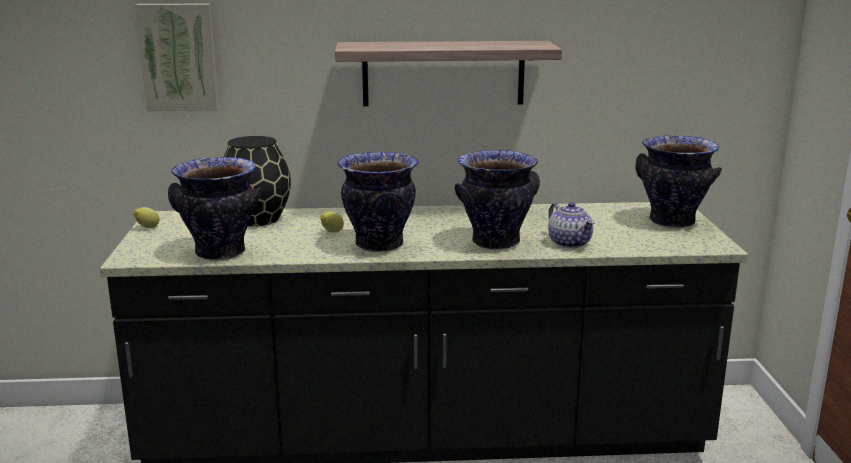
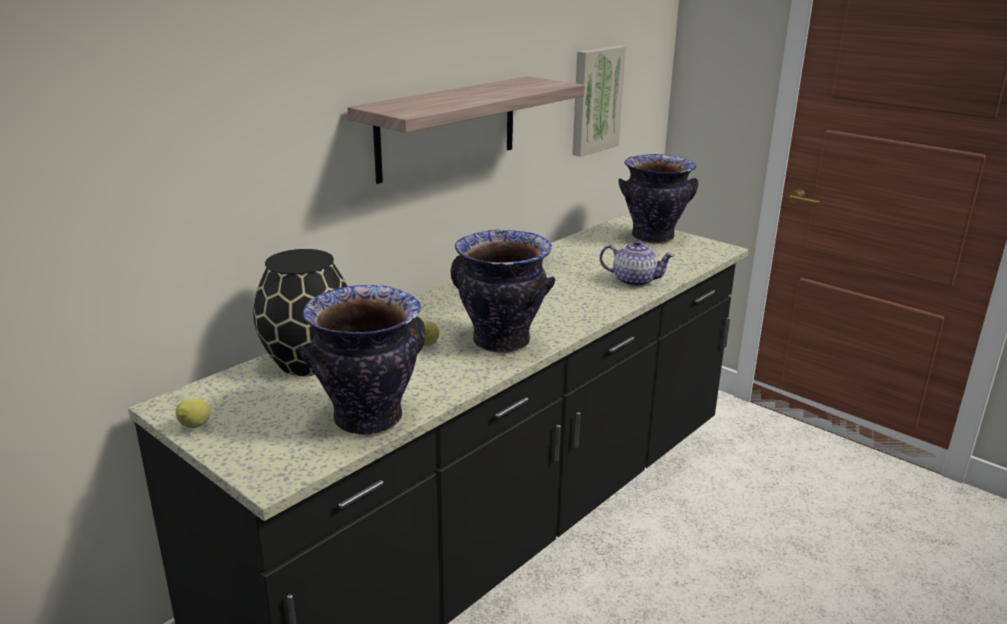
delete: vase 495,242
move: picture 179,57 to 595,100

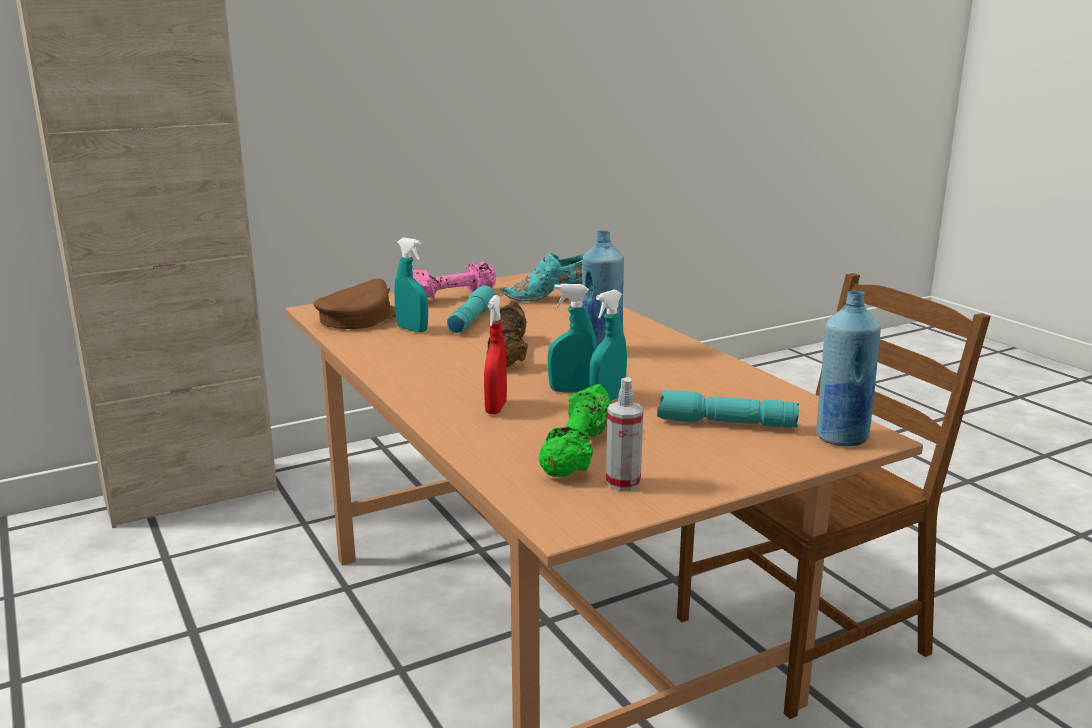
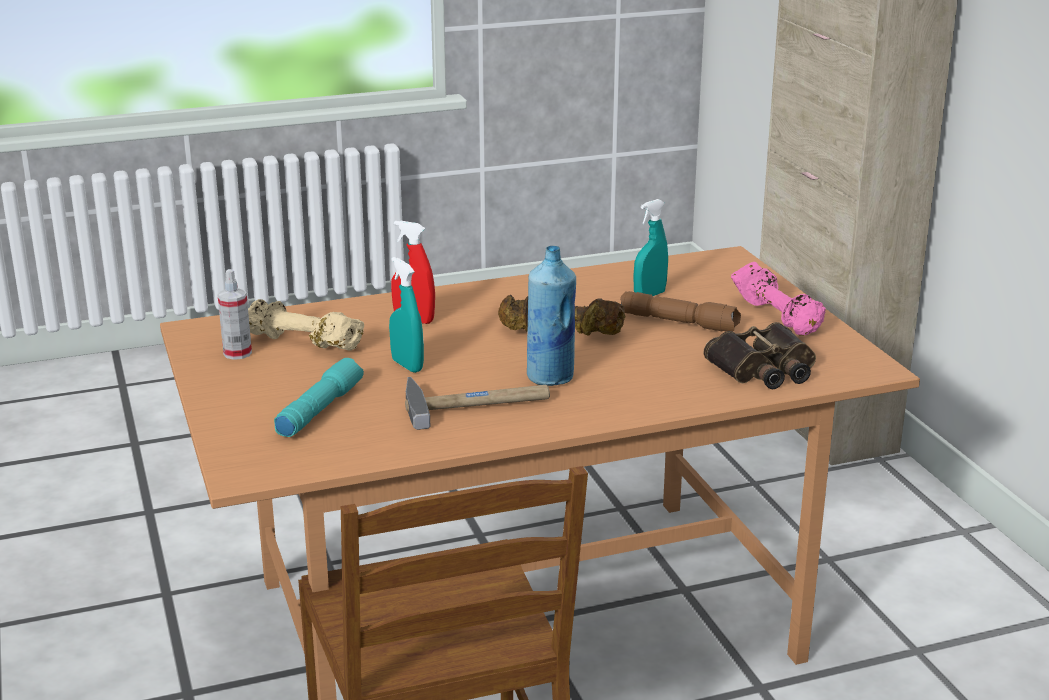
delete: brown cap 361,318; turquoise spray bottle 572,391; blue bottle 840,438
insert: hammer 477,404
replace: turquoise shoe 551,298 to binoculars 764,369
recolor: green dumbbell 579,452 to beige dumbbell 302,343; turquoise flashlight 471,319 to brown flashlight 680,322

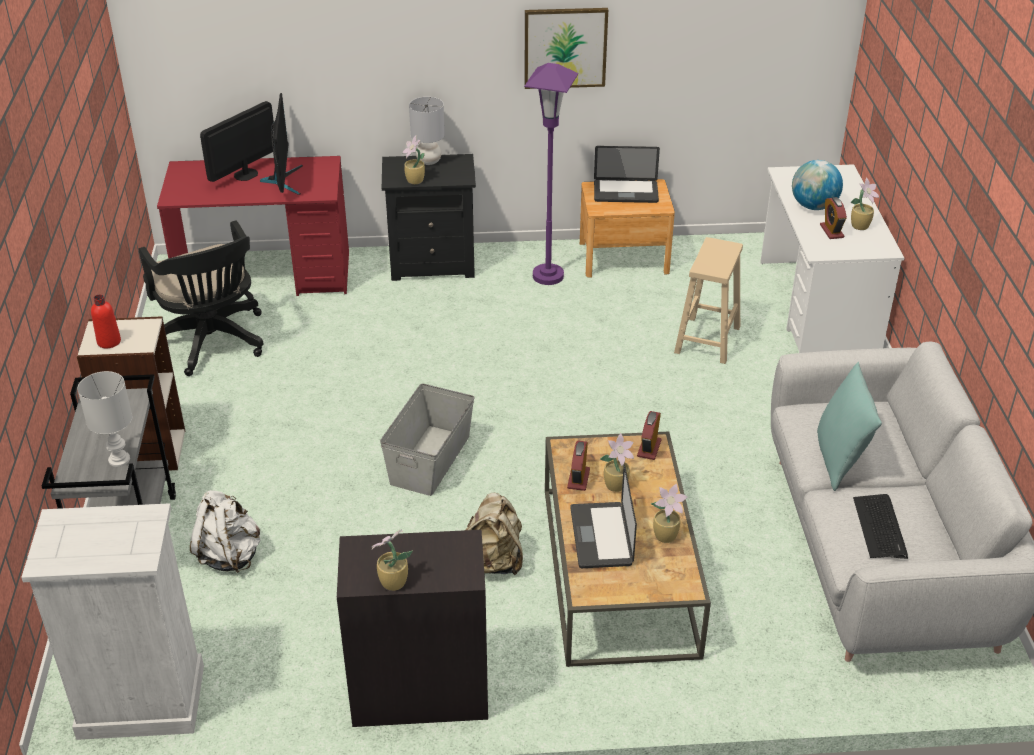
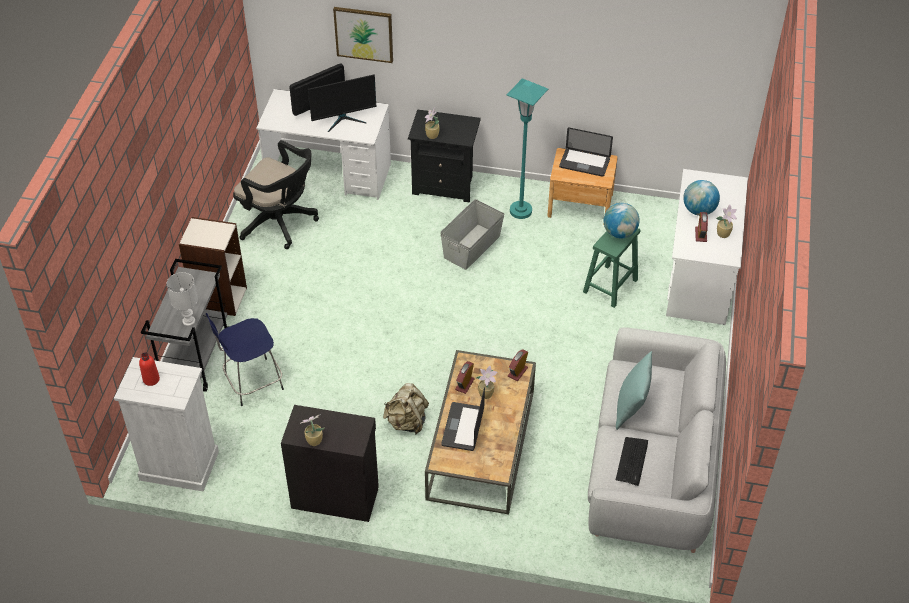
delete: grey table lamp 428,161; potted plant 666,536
insert: globe 619,233
move: red bottle 109,342 to 151,379; picture 565,47 to 364,34; grey storage box 431,459 to 472,246
replace: white backpack 230,555 to blue stool 251,382
recolor: red desk 265,276 to white desk 328,174; purple floor lamp 548,276 to turquoise floor lamp 520,211; beige stool 707,339 to green stool 610,285
rotate: black office chair 212,343 = 280,223 45 degrees counterclockwise; monitor 283,180 = 344,120 60 degrees clockwise

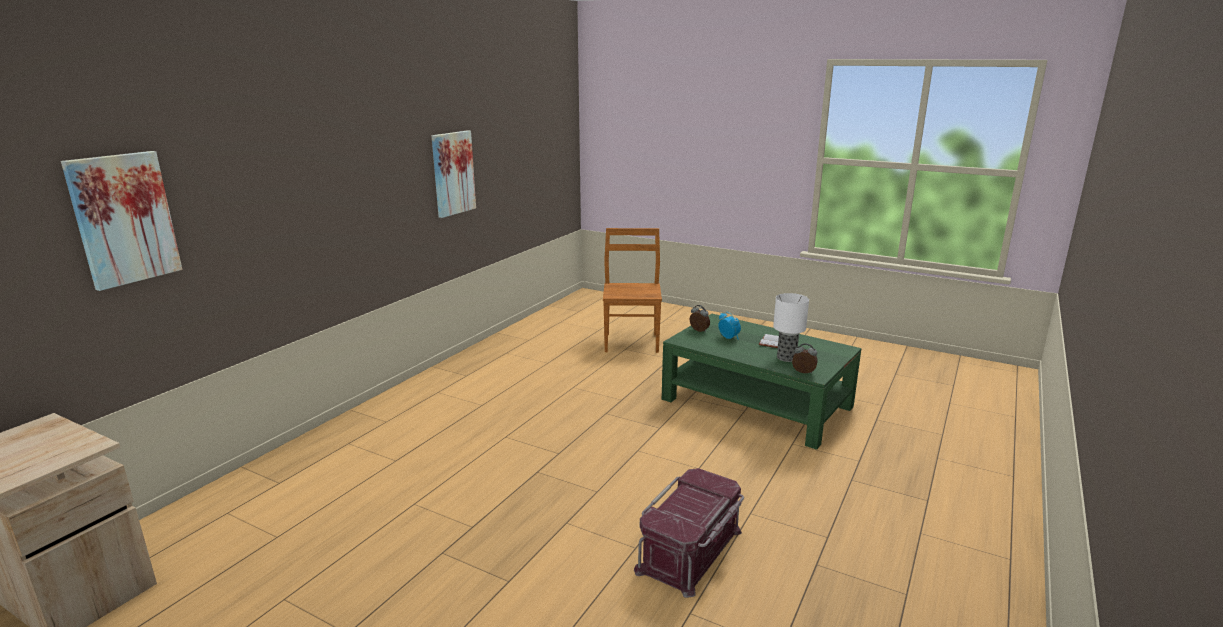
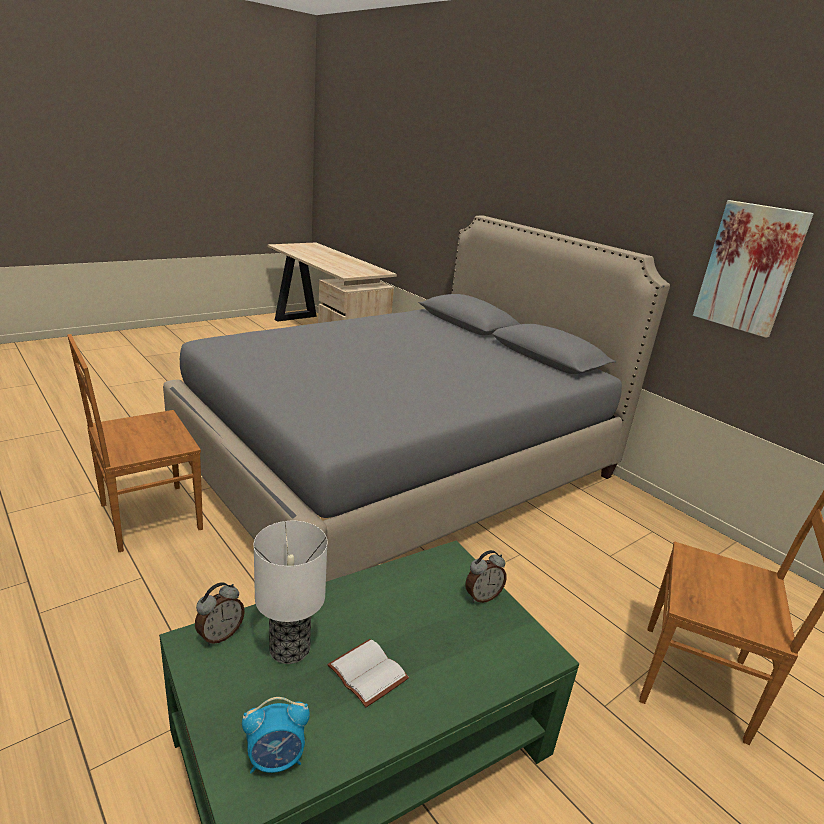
delete: picture 124,219
insert: grey bed 399,465
move: alarm clock 729,337 to 276,759
replace: red storage box 691,551 to brown chair 147,517

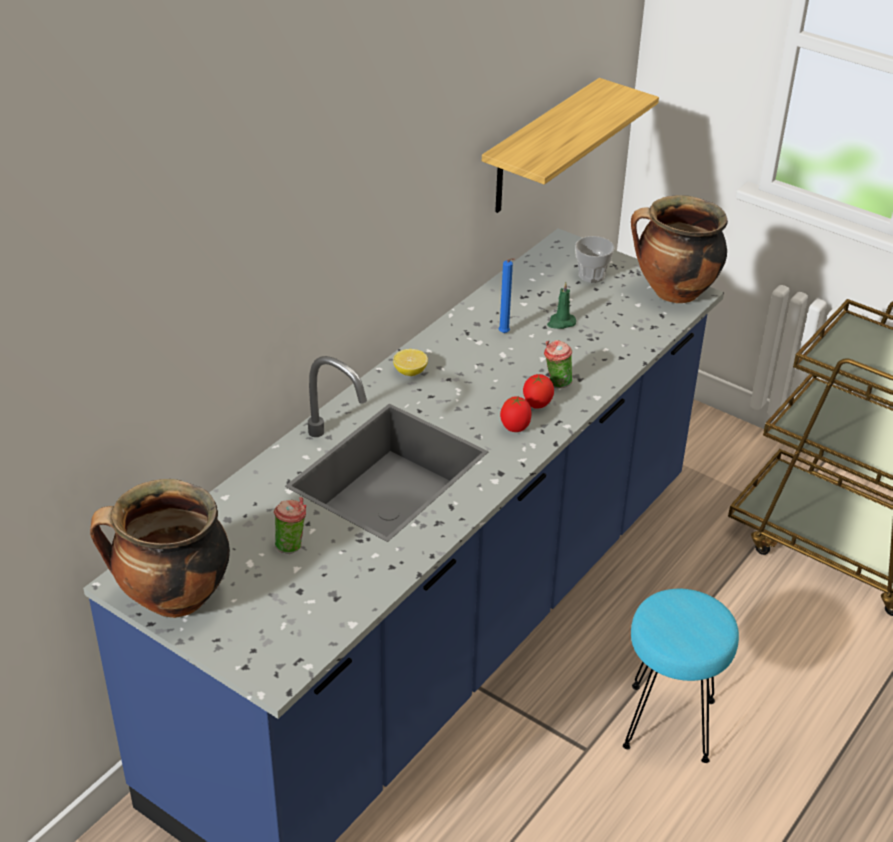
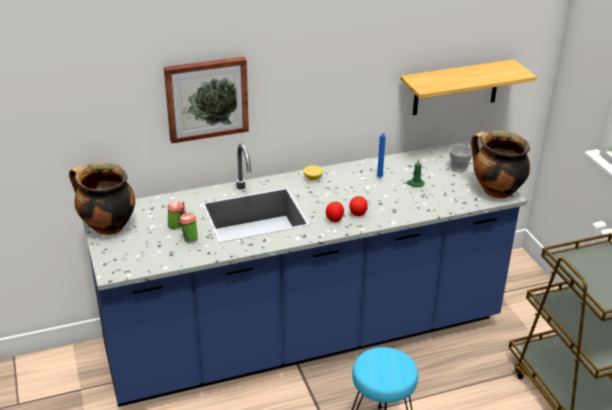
insert: picture 206,98
move: cup 556,383 to 189,239

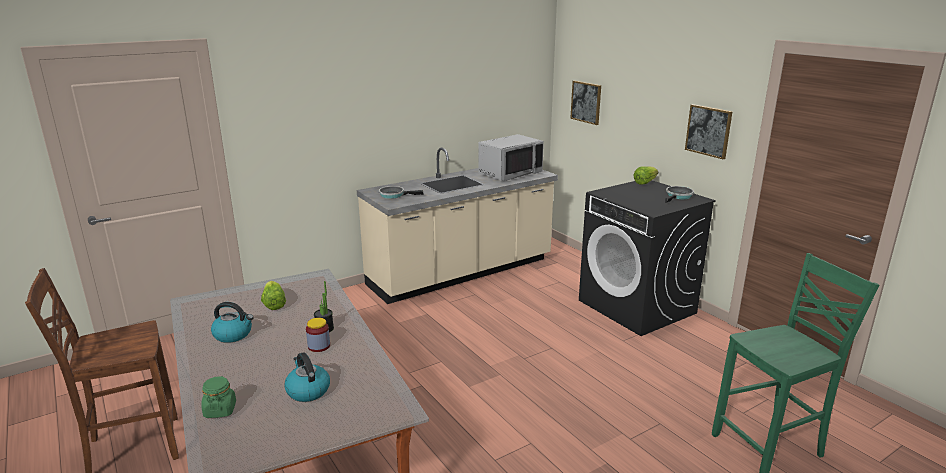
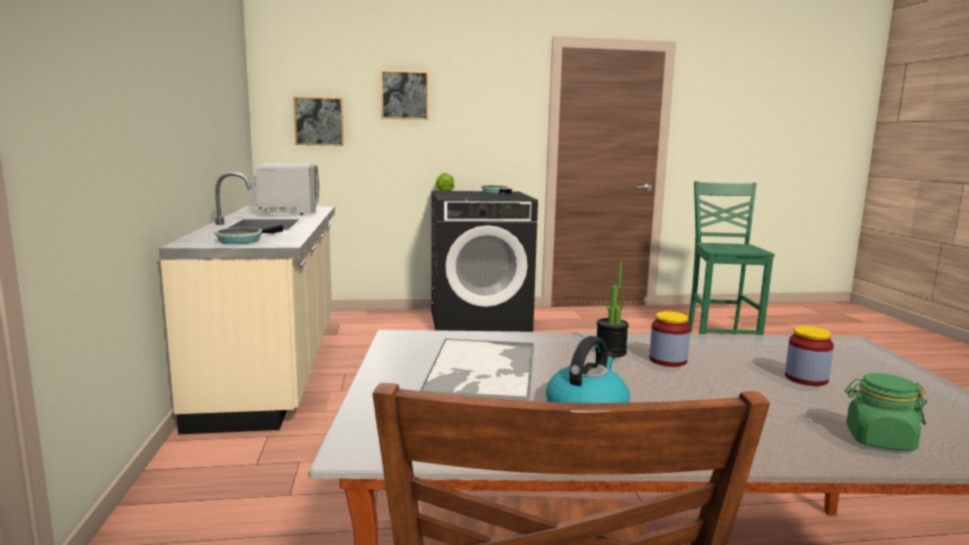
move: picture 708,131 to 404,95
replace: lettuce 274,304 to tray 481,373; kettle 307,390 to jar 806,378

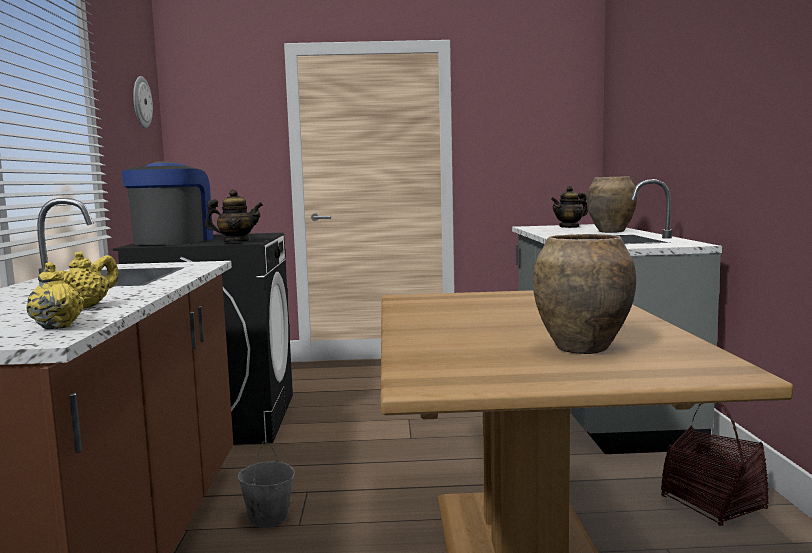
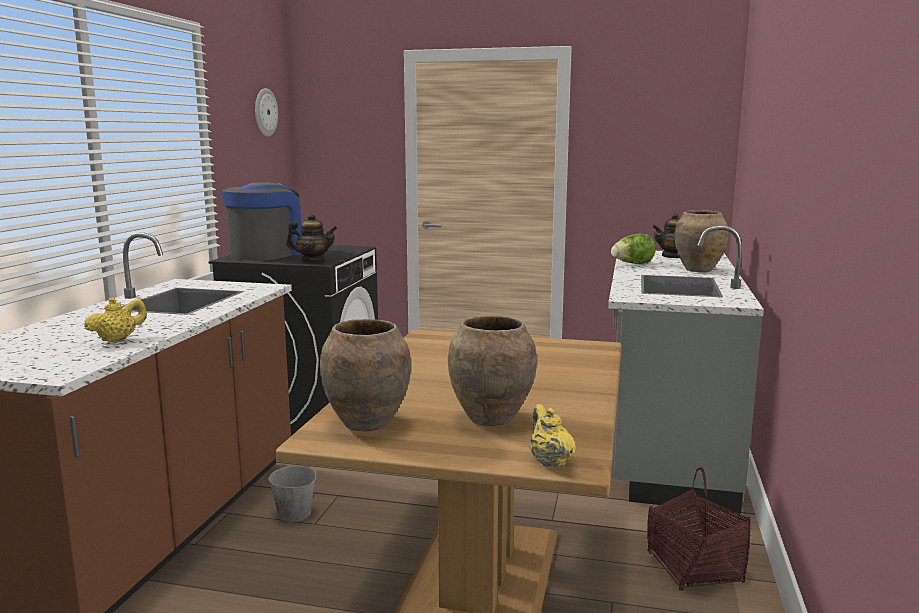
insert: brown vase 367,423; lettuce 632,264
move: yellow teapot 57,326 to 549,461

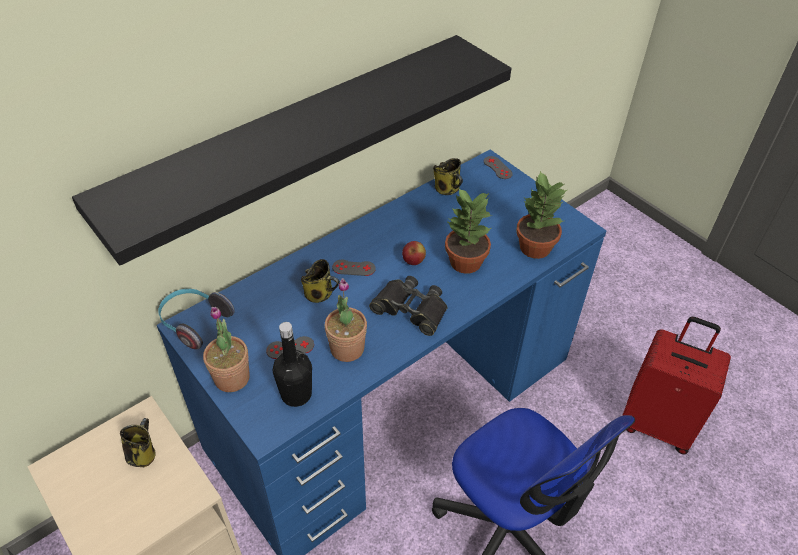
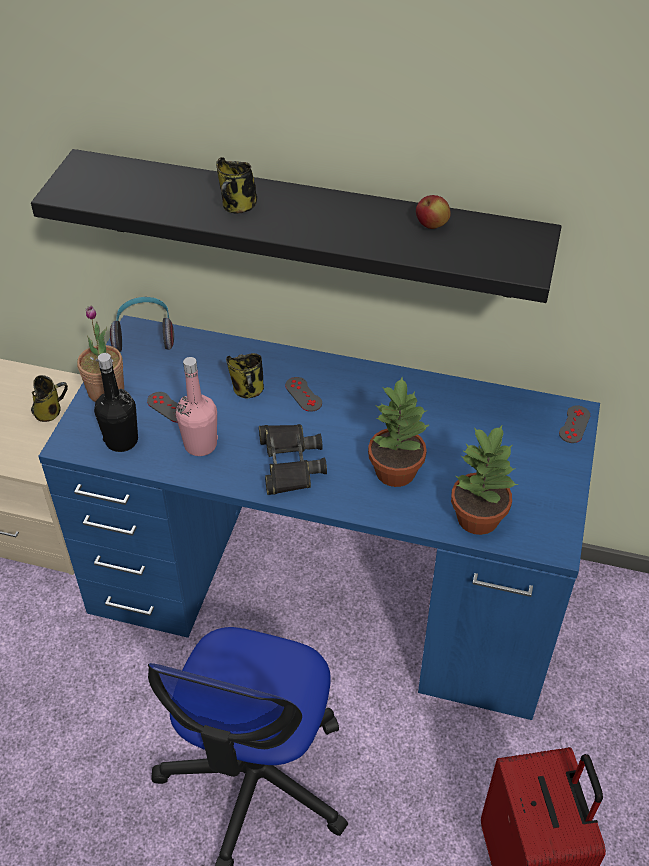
move: mug 448,189 to 237,207; apple 413,261 to 431,225
replace: potted plant 347,348 to pink bottle 200,445

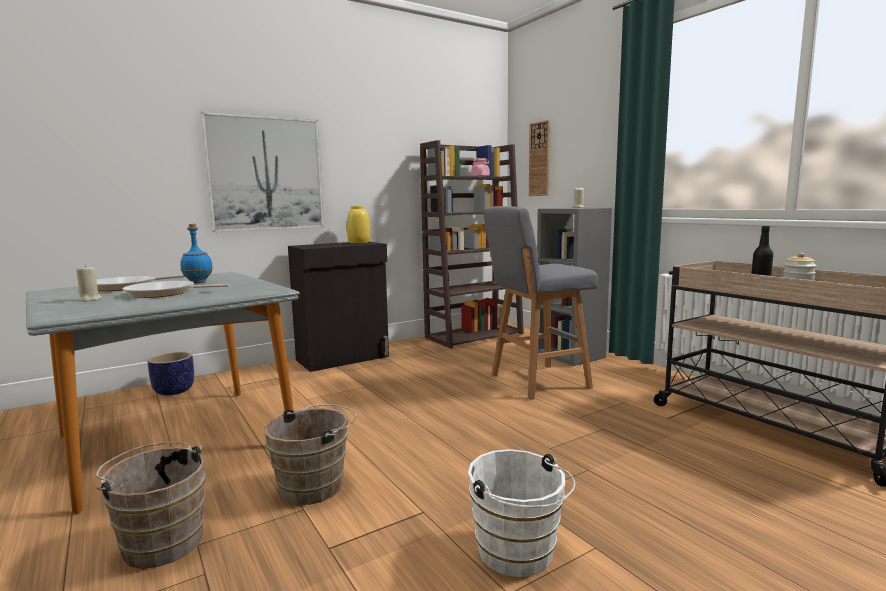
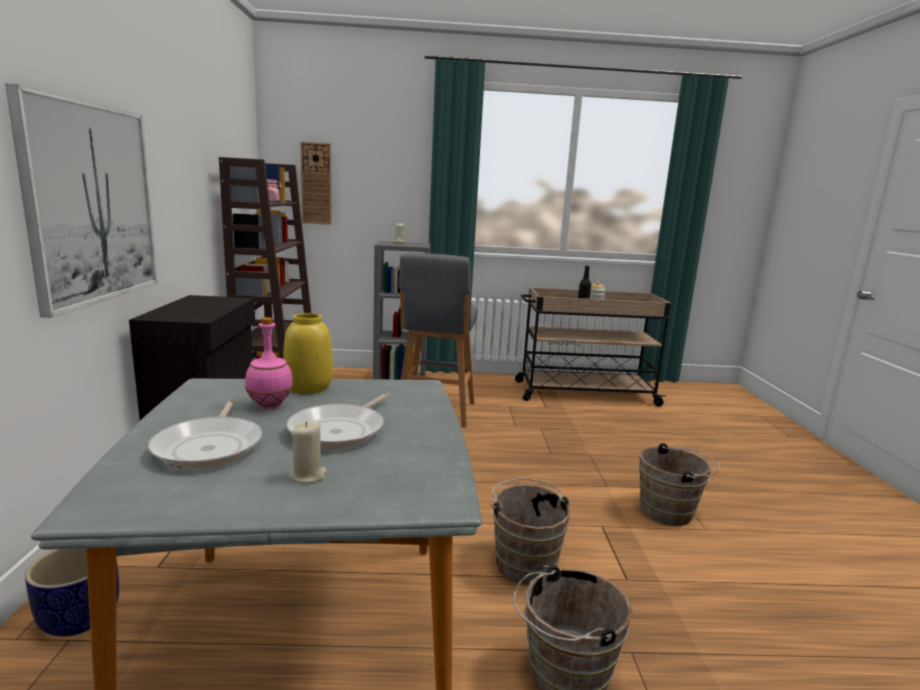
move: yellow vase 358,242 to 308,388
recolor: blue bottle 198,282 to pink bottle 269,406; white bucket 519,555 to brown bucket 670,512

